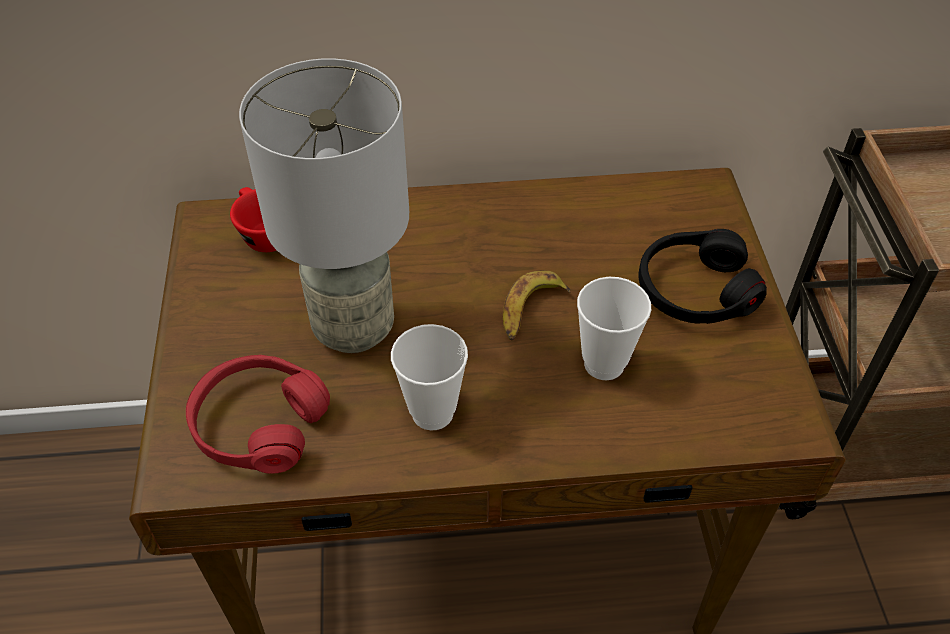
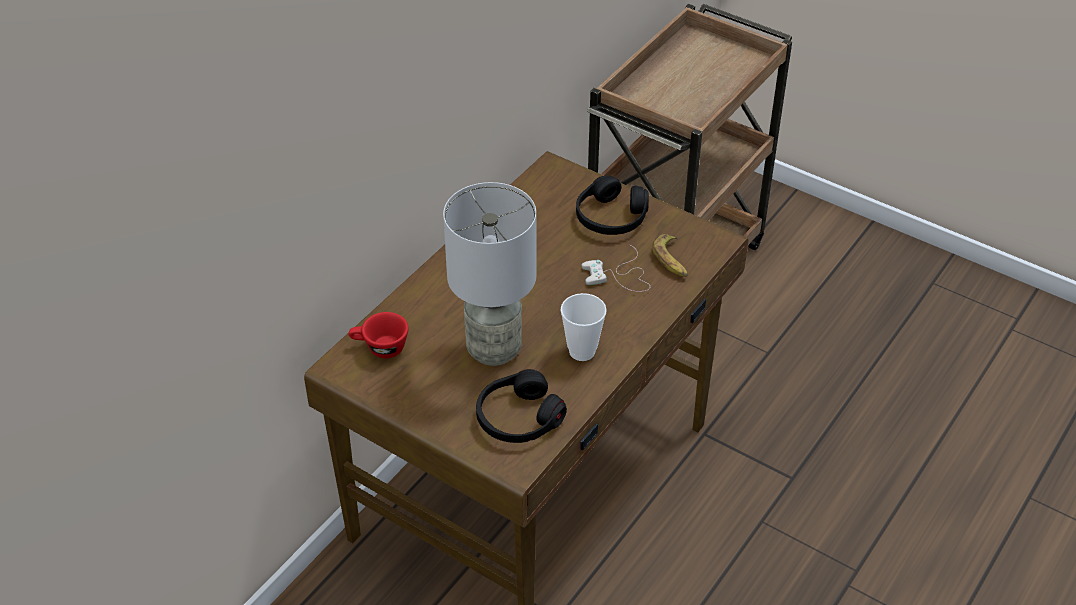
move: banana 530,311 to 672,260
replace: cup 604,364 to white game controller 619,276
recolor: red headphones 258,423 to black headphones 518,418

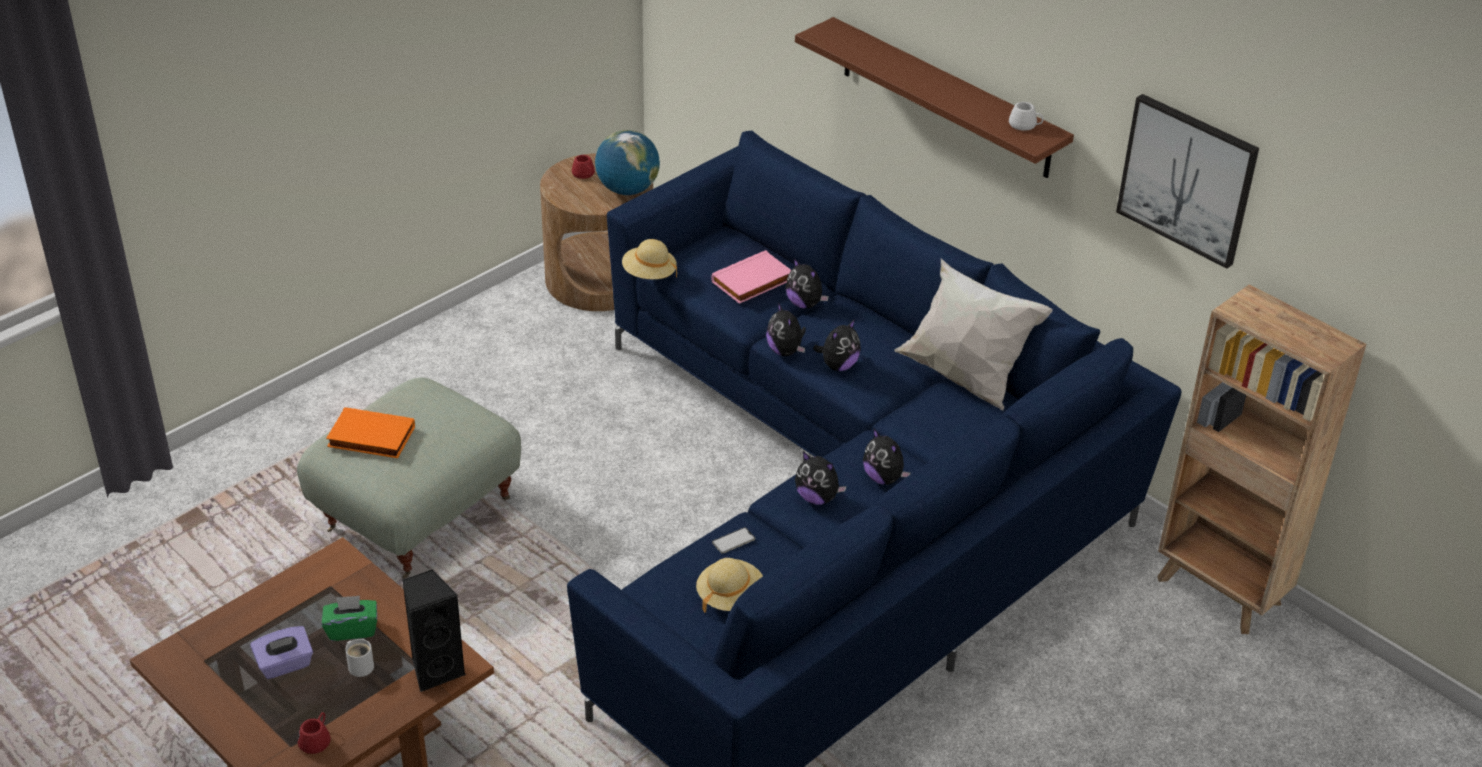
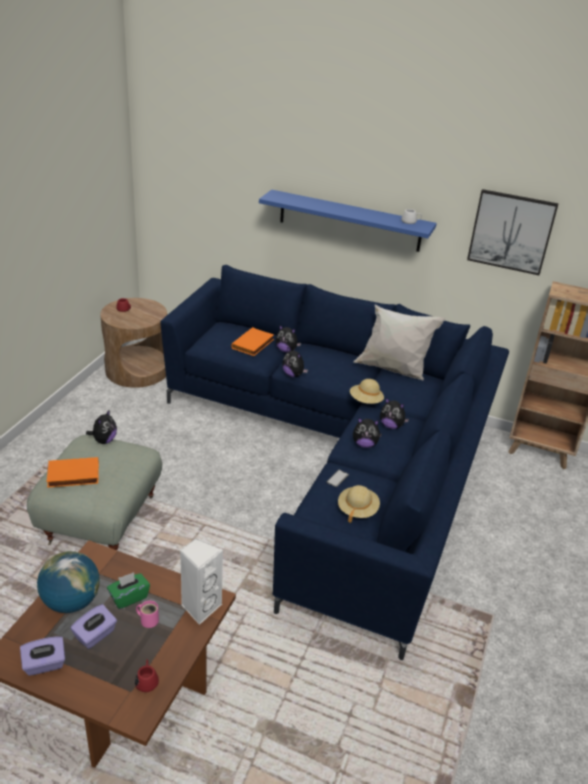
insert: purple tissue box 44,664
move: globe 627,190 to 71,602; plush toy 838,365 to 104,440; beige hat 649,274 to 365,401
recolor: white mug 360,665 to pink mug 148,619; black speaker 436,669 to white speaker 200,606; pink book 753,282 to orange book 253,344; brown shelf 945,98 to blue shelf 349,221

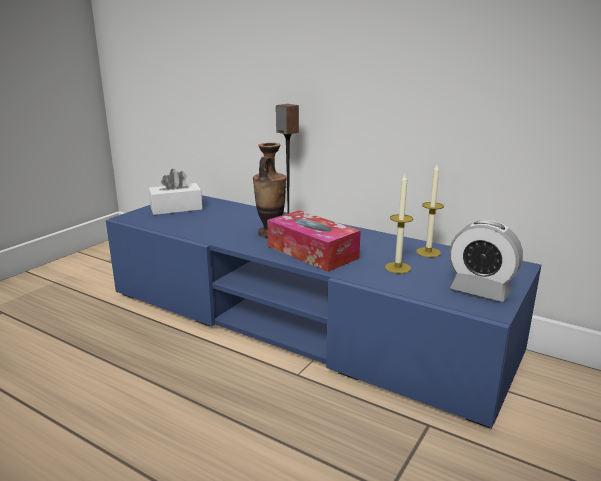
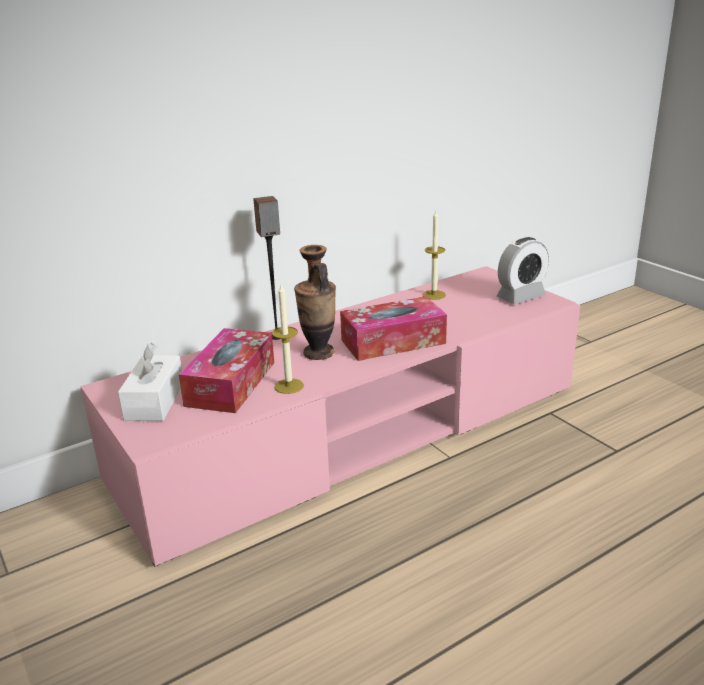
insert: tissue box 231,383
move: candle 397,268 to 289,386
recolor: blue tv stand 300,322 to pink tv stand 355,434

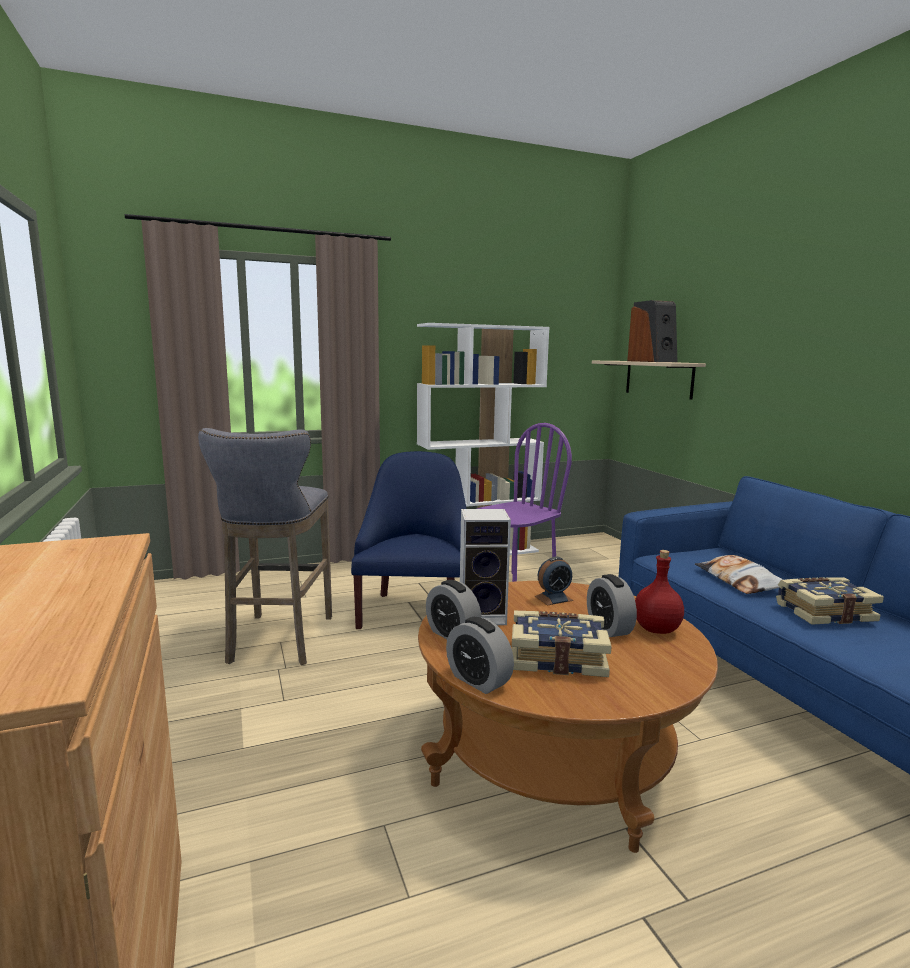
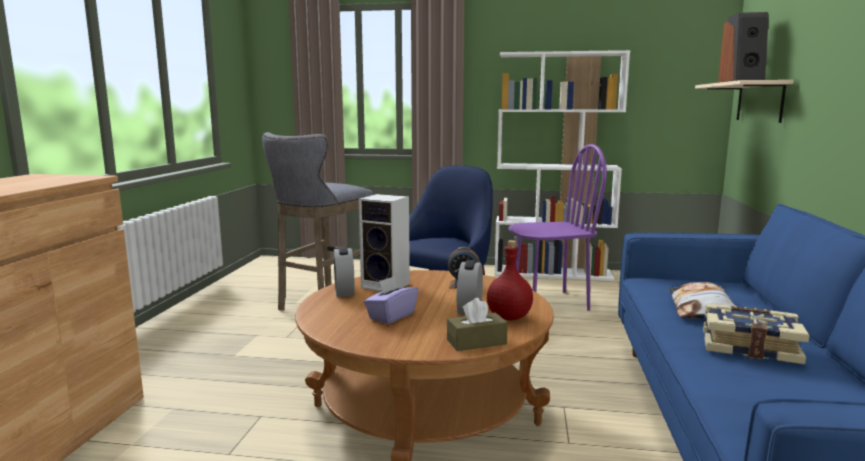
delete: alarm clock 478,680
insert: brown tissue box 476,342
replace: book 557,657 to purple tissue box 391,316

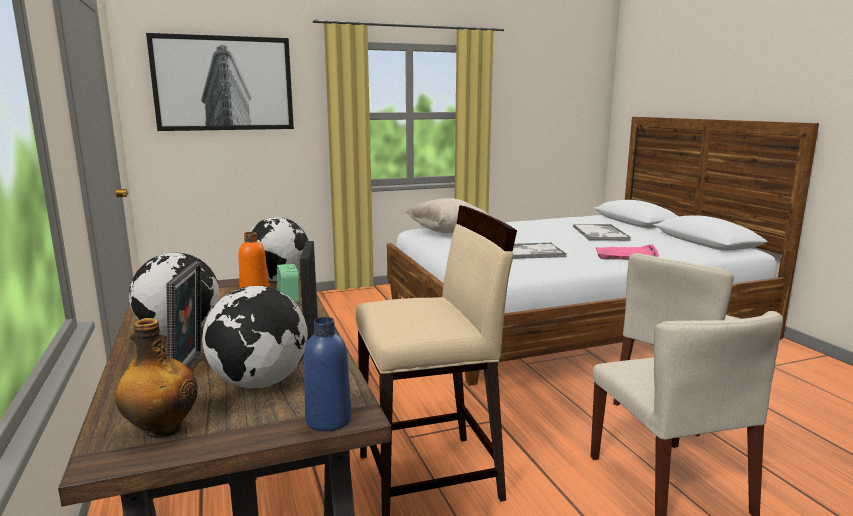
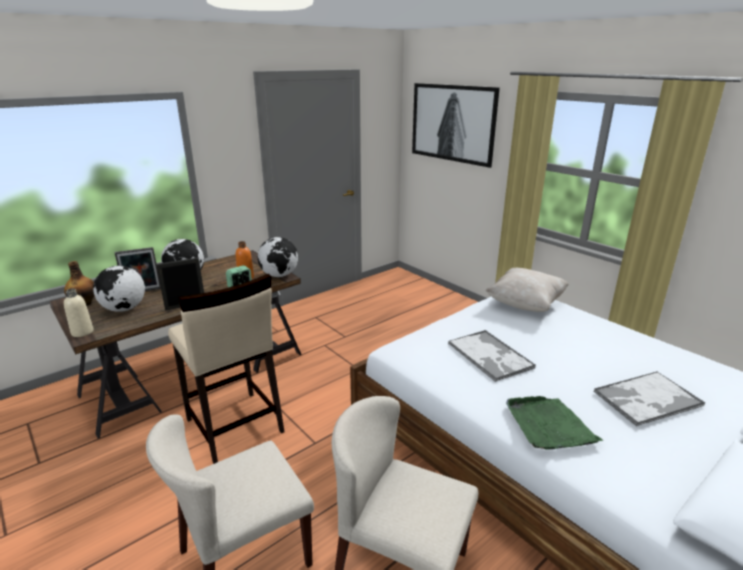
recolor: blue bottle 328,420 to beige bottle 82,332; pink tray 626,255 to green tray 548,425

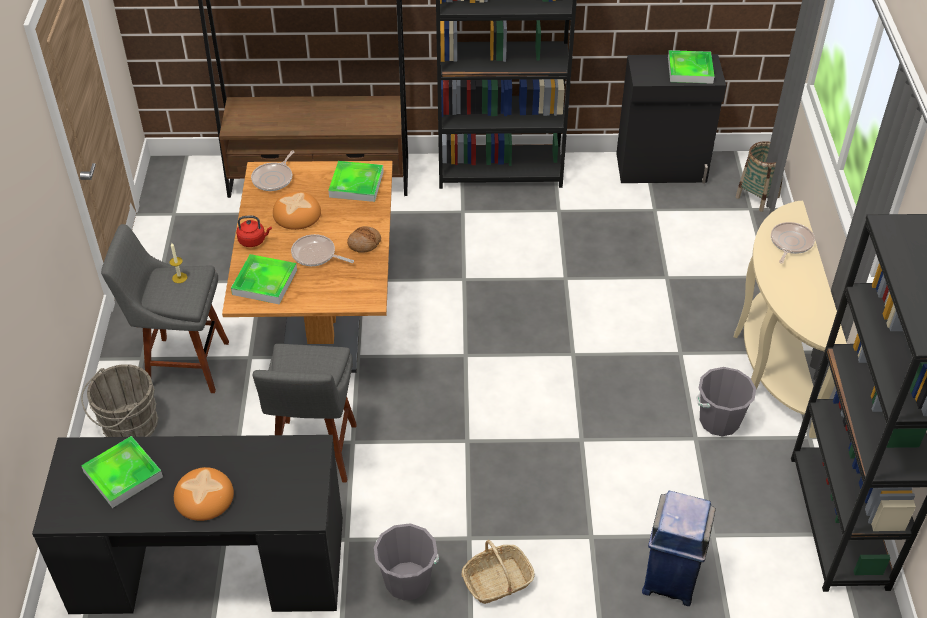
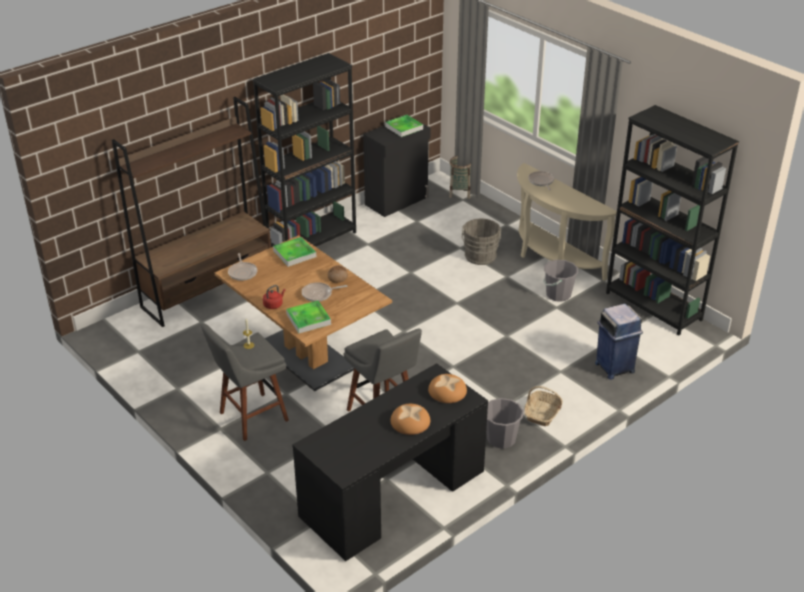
delete: tray 123,474
move: bread 297,214 to 447,391; grey bucket 127,427 to 480,257

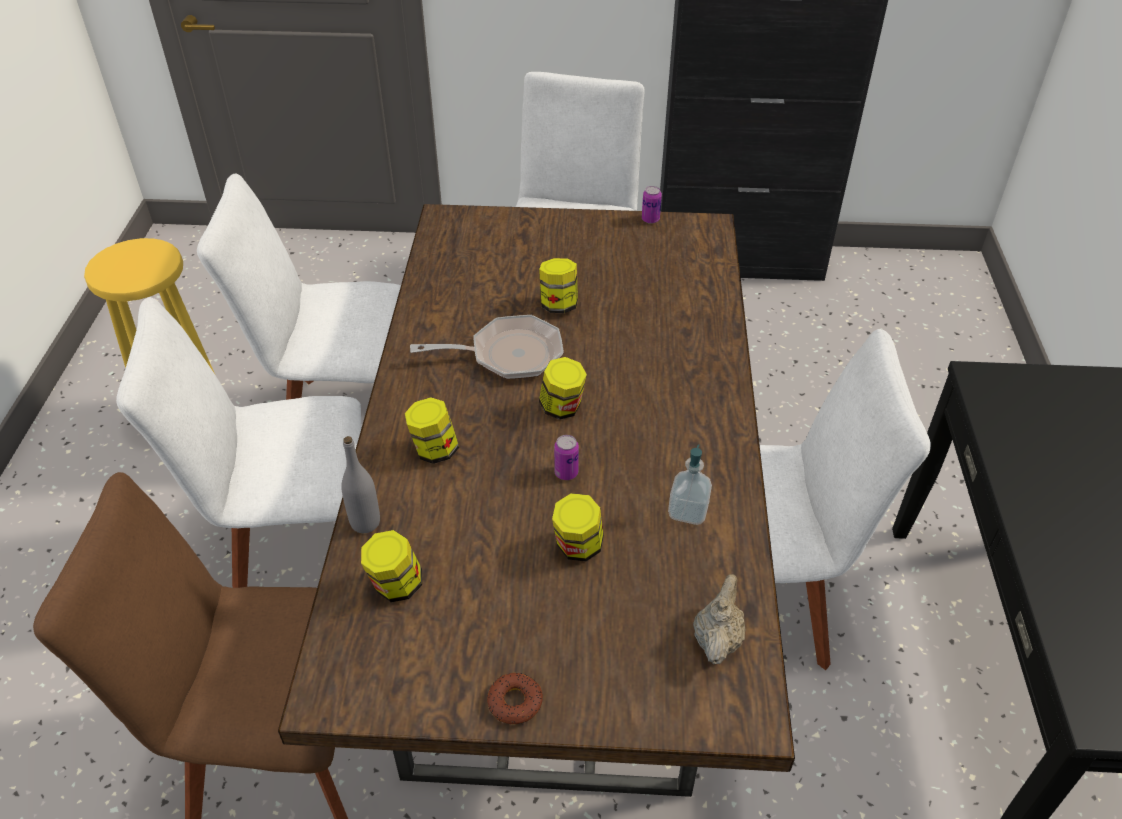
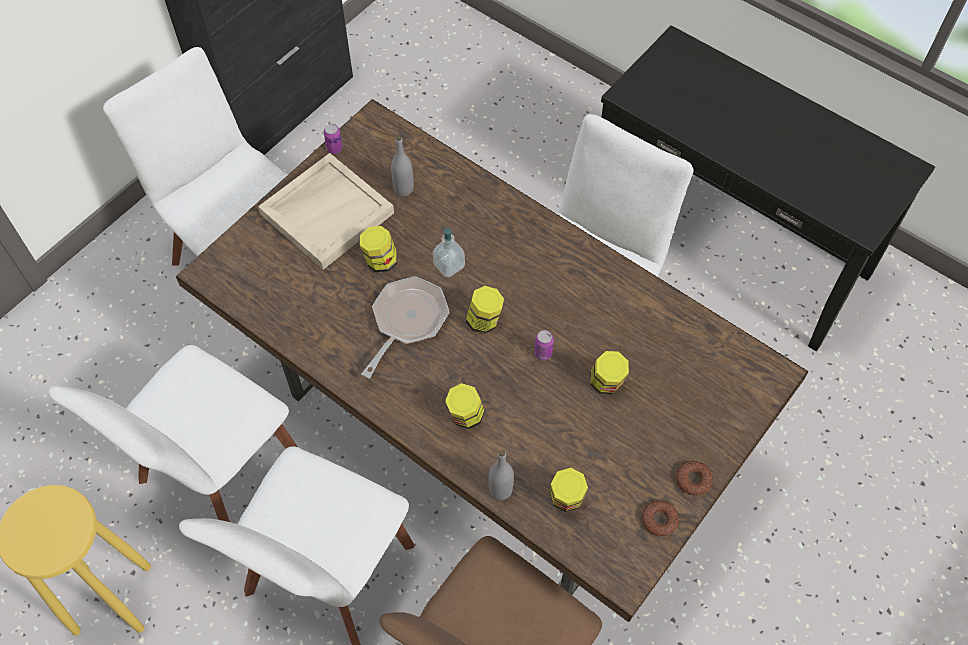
delete: beige teapot 717,639
insert: beige tray 327,212; grey bottle 403,189; donut 659,520
move: soap dispenser 688,511 to 449,266

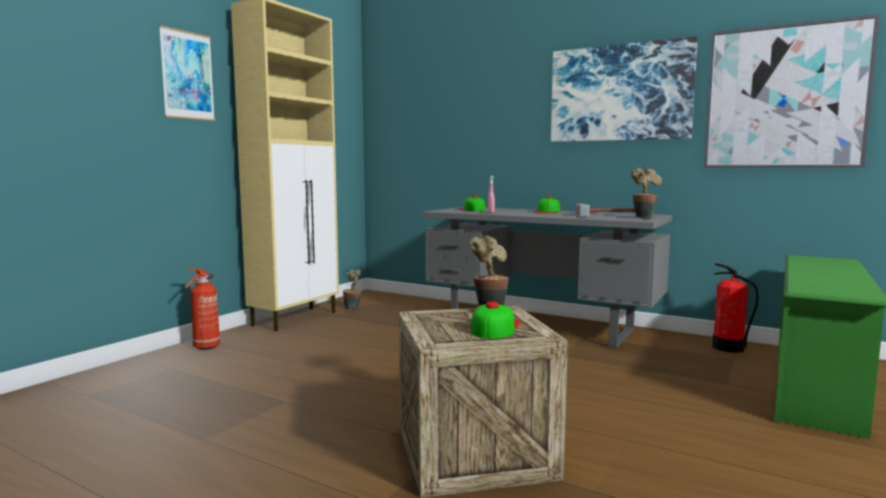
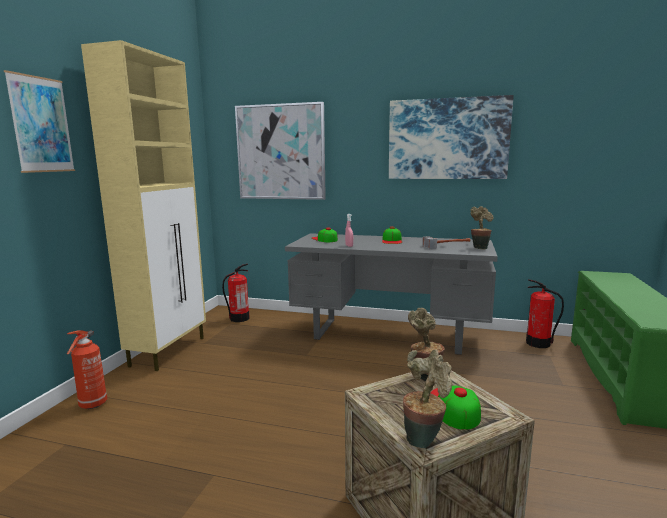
insert: fire extinguisher 239,318
move: picture 784,97 to 281,152; potted plant 353,308 to 424,438

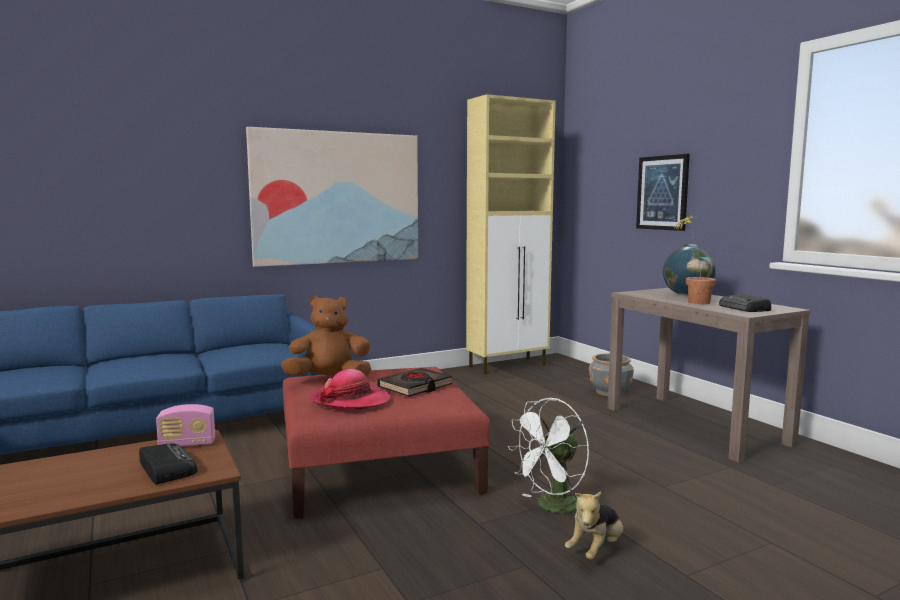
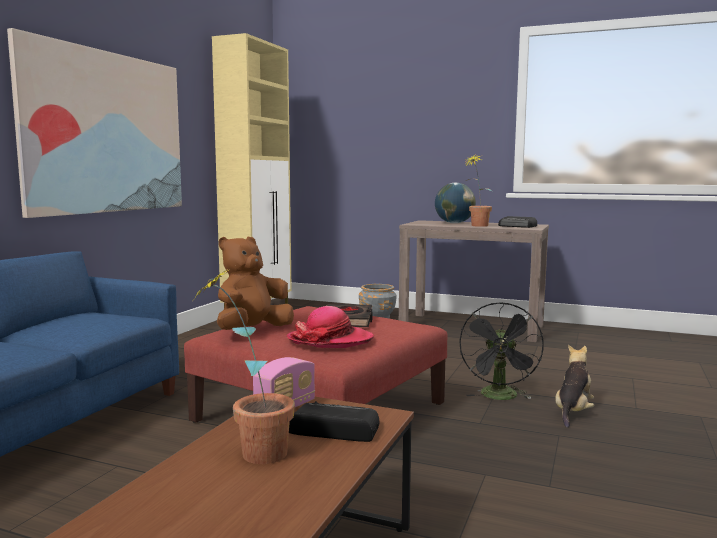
delete: picture 662,193
insert: potted plant 250,453
recolor: white fan 553,508 to black fan 500,397
rotate: plush toy 596,550 = 573,412 150 degrees counterclockwise

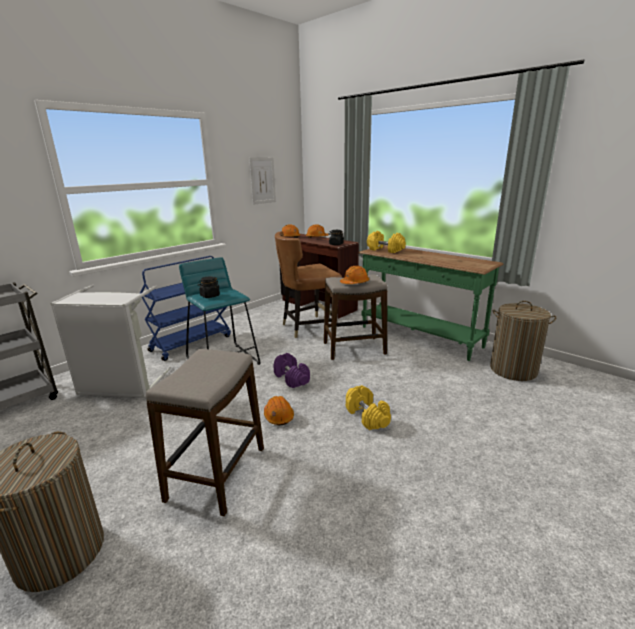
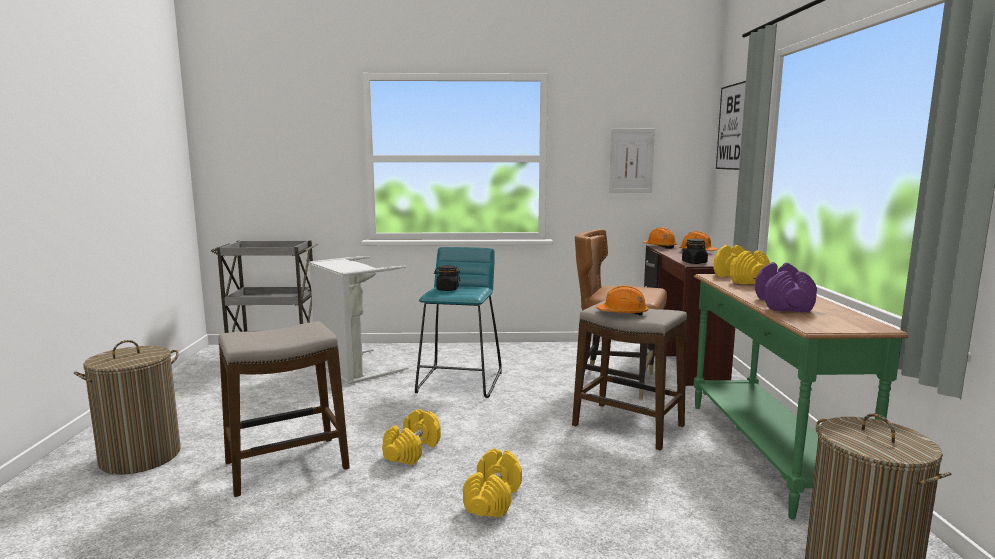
delete: blue cart 191,343
insert: picture 732,127
move: purple dumbbell 291,378 to 782,304
replace: orange hard hat 278,416 to yellow dumbbell 412,450

